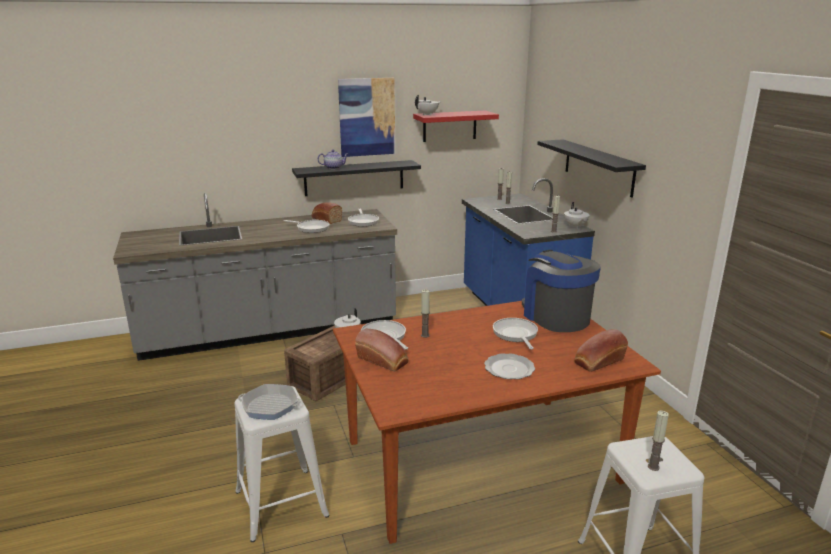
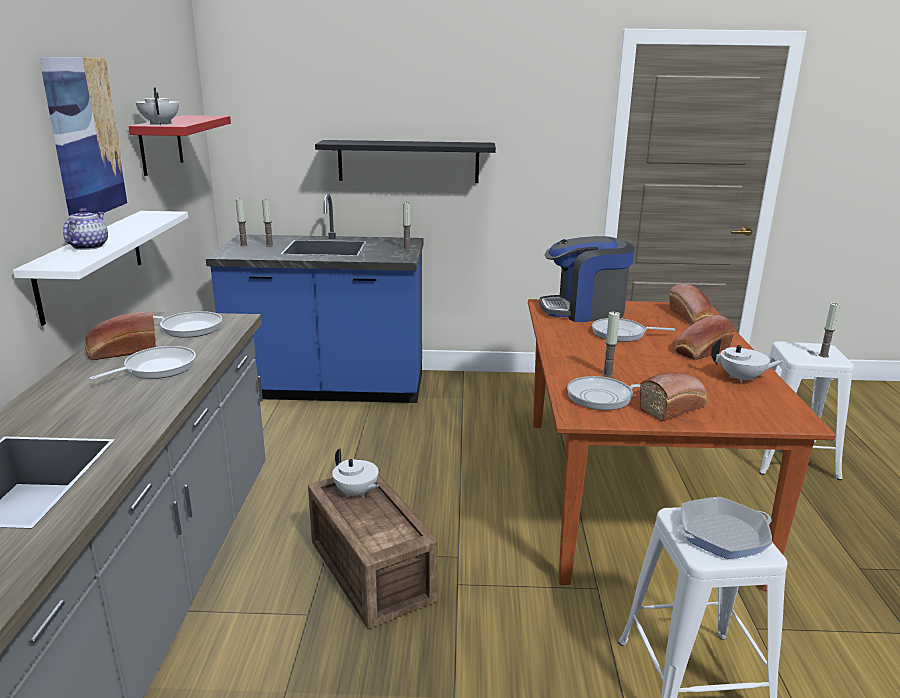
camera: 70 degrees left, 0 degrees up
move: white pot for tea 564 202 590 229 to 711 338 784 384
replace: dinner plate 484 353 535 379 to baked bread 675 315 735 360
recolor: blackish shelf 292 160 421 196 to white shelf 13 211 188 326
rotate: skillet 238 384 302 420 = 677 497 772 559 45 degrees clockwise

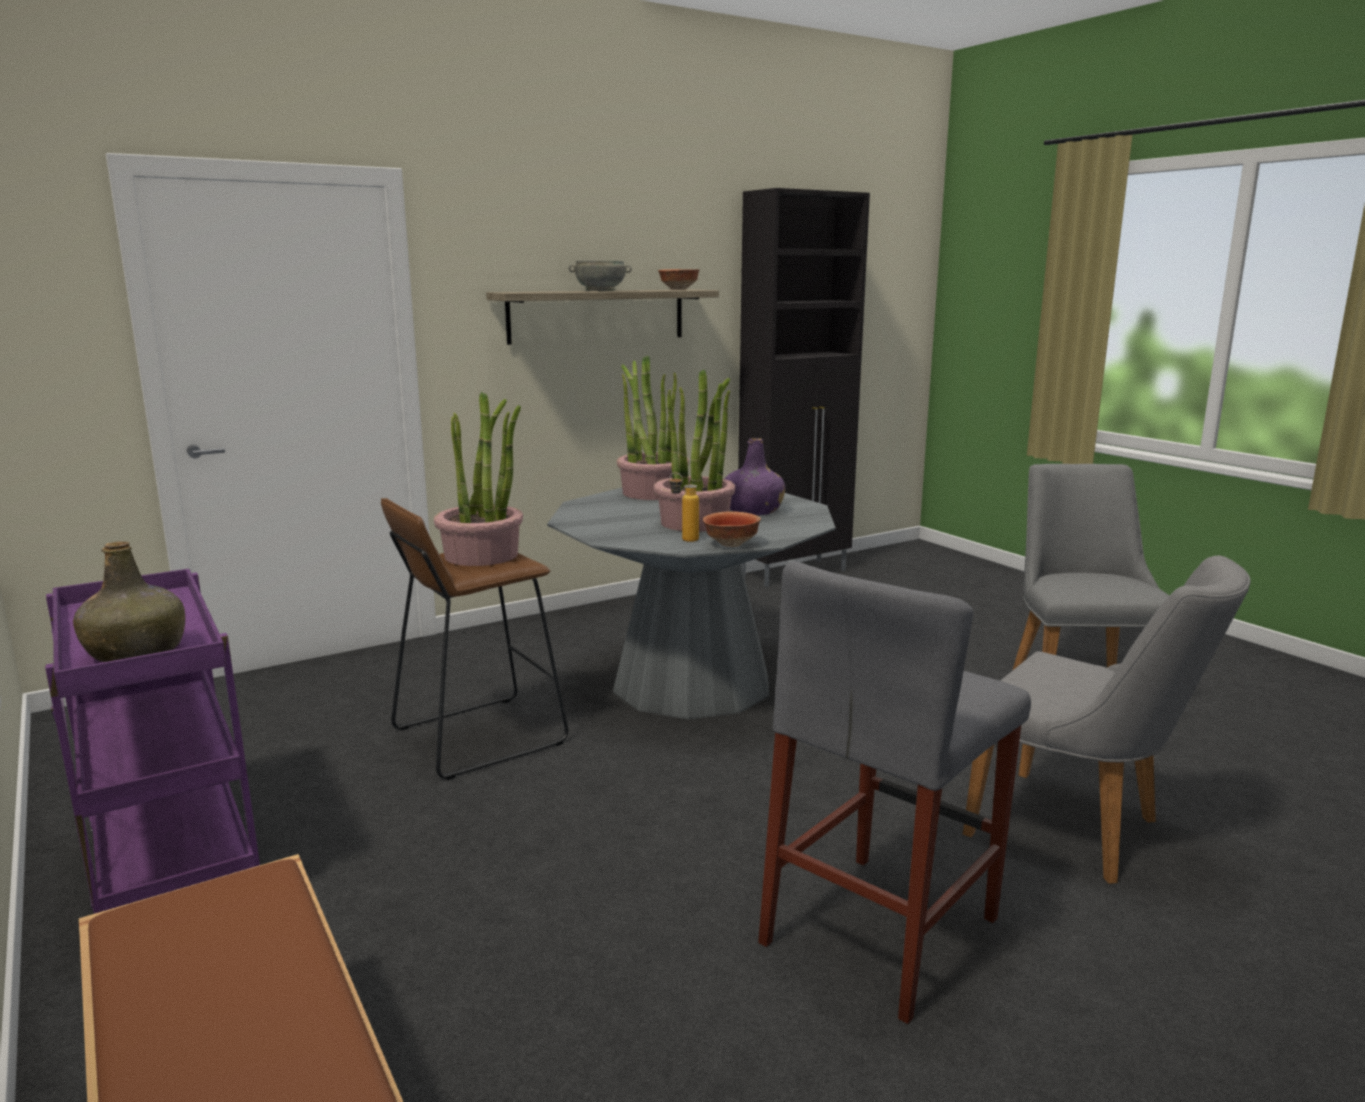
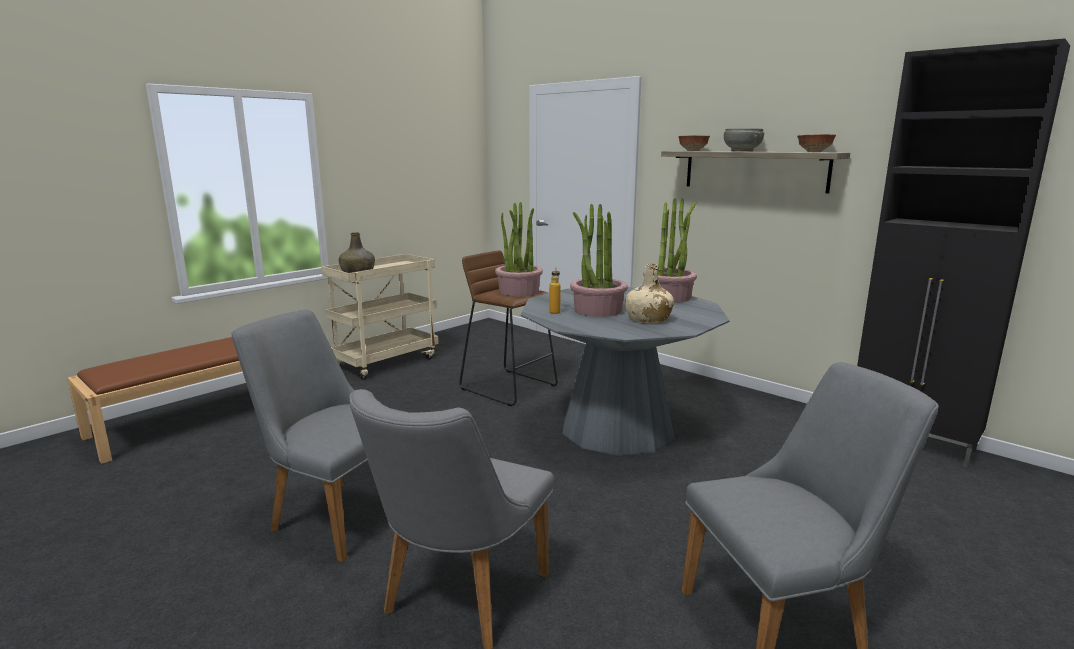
camera: 75 degrees right, 0 degrees up
move: serving bowl 703 511 761 547 to 678 135 710 151
replace: gray stool 758 561 1031 1024 to gray upright chair 231 310 409 563
recolor: purple cart 45 569 260 914 to beige cart 321 254 439 380; purple drink bottle 725 438 785 515 to beige drink bottle 625 264 674 323

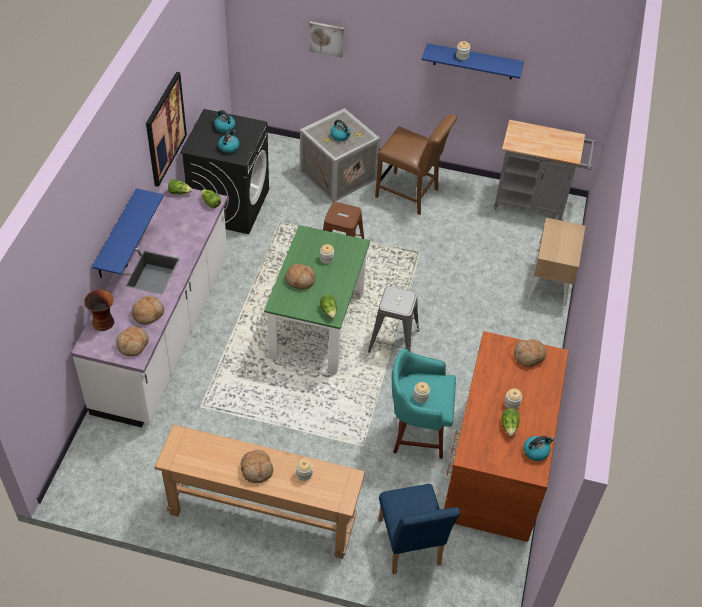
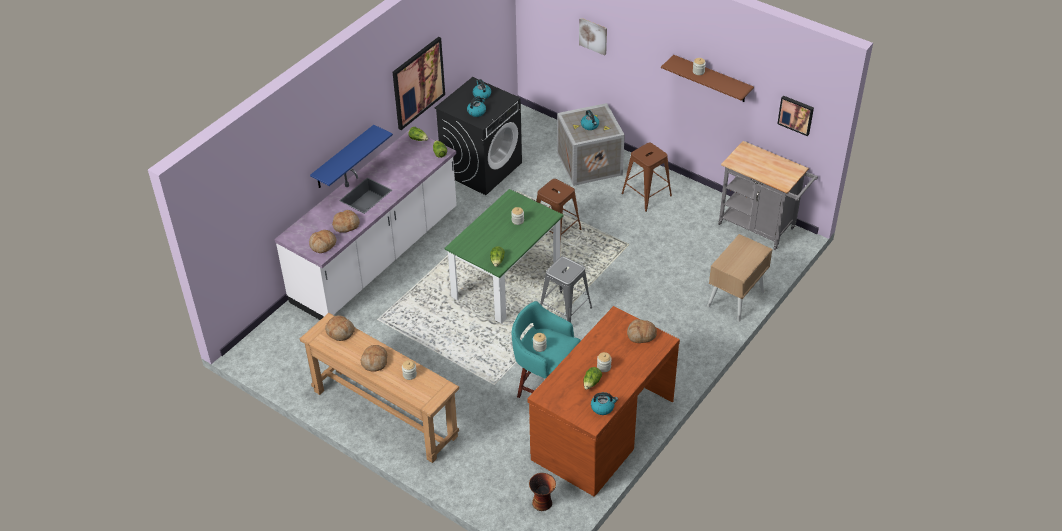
camera: 25 degrees right, 5 degrees down
delete: blue upright chair 378 484 460 574
insert: wall picture 777 95 814 136
move: baked bread 285 263 316 290 to 325 315 355 341; flower vase 84 289 114 331 to 529 473 556 511
replace: brown upright chair 375 114 457 215 to brown stool 622 143 672 212
recolor: blue shelf 422 43 524 79 to brown shelf 661 55 754 102

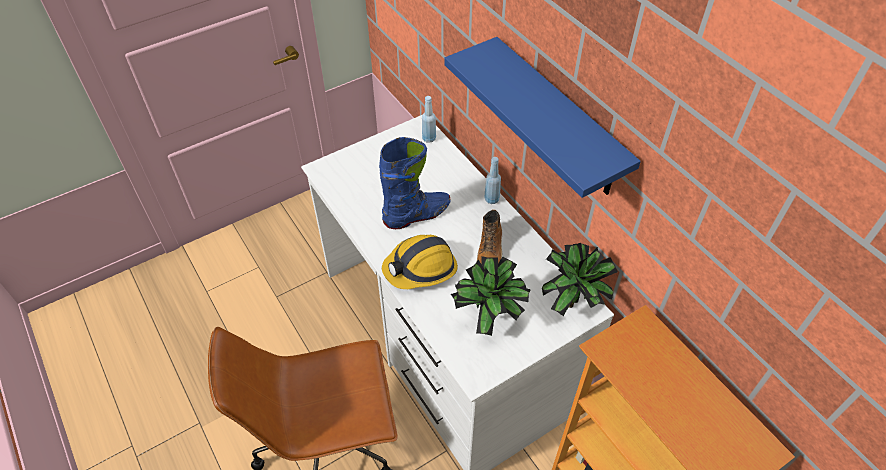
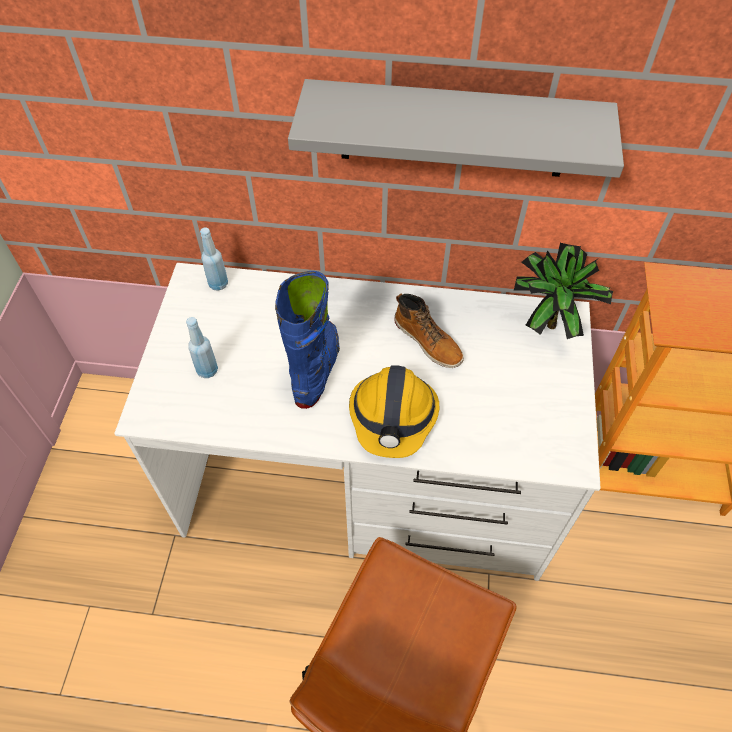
camera: 50 degrees left, 5 degrees up
delete: potted plant 451 256 531 336
move: blue drink bottle 484 157 501 204 to 186 317 218 378
recolor: blue shelf 445 37 641 198 to gray shelf 288 79 624 178

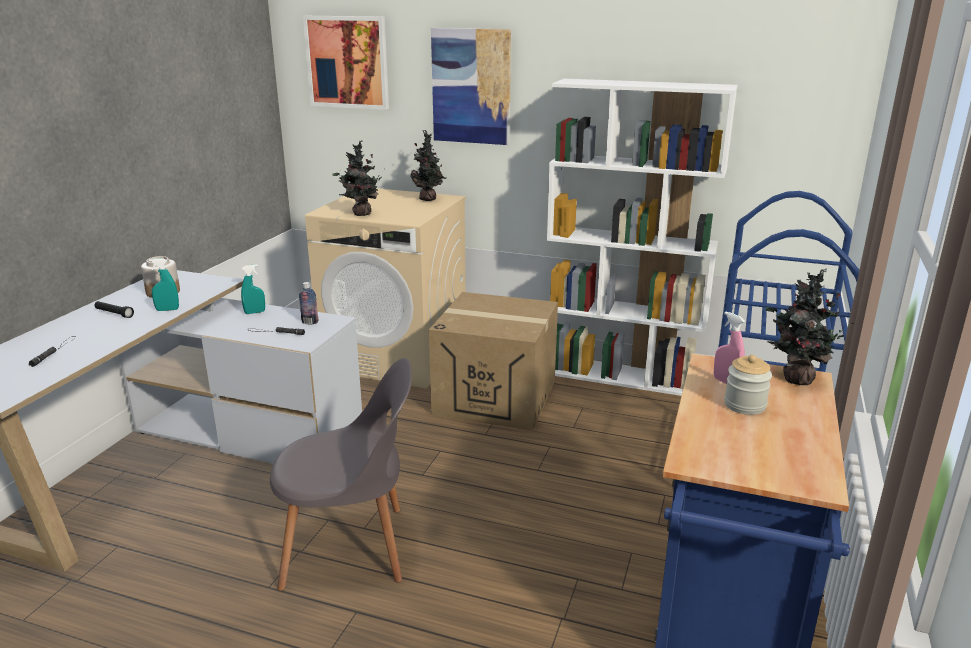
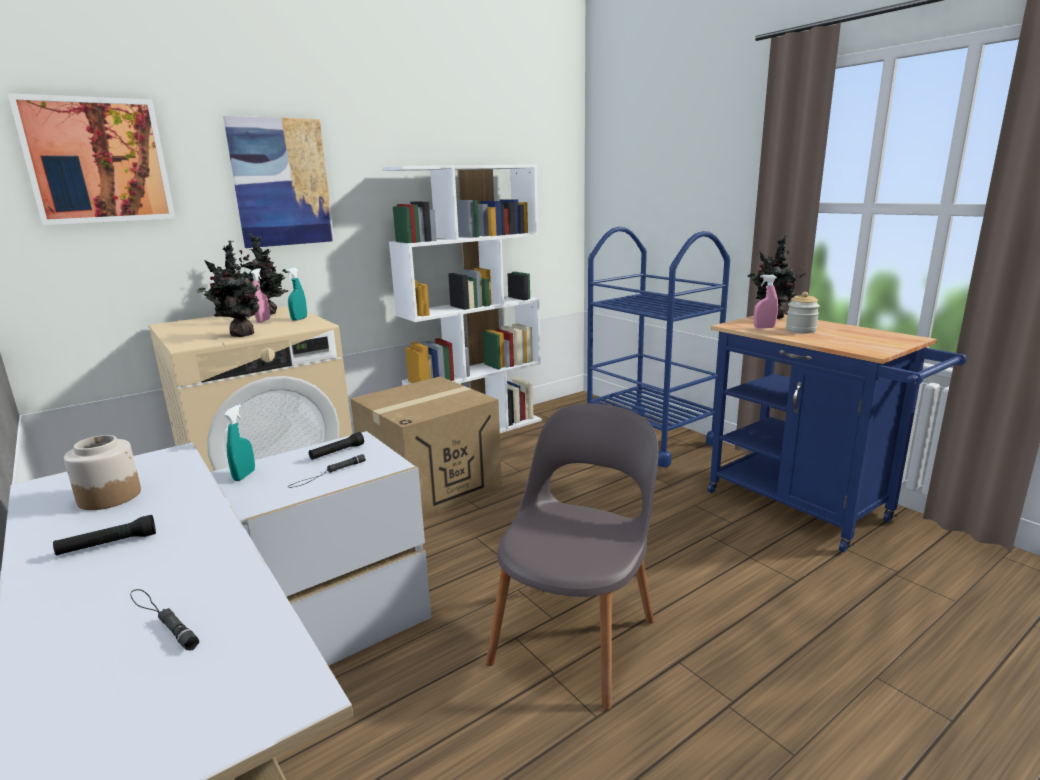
camera: 55 degrees left, 5 degrees down
insert: pink-coloured sprayer 251 268 270 323
move: blue-green sprayer 149 258 179 311 to 286 267 307 321
replace: drink bottle 299 282 318 324 to blackish hand torch 309 432 364 460

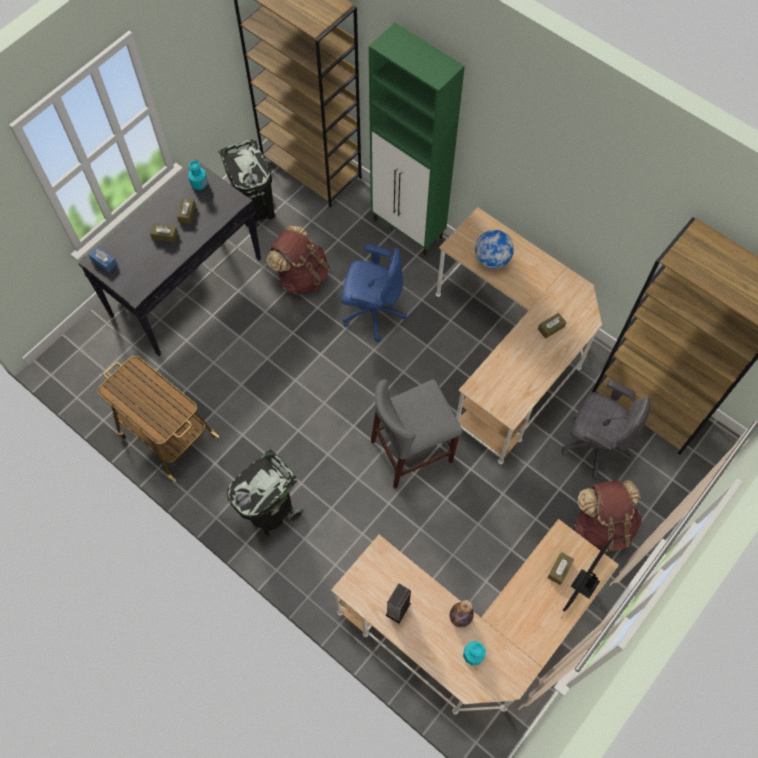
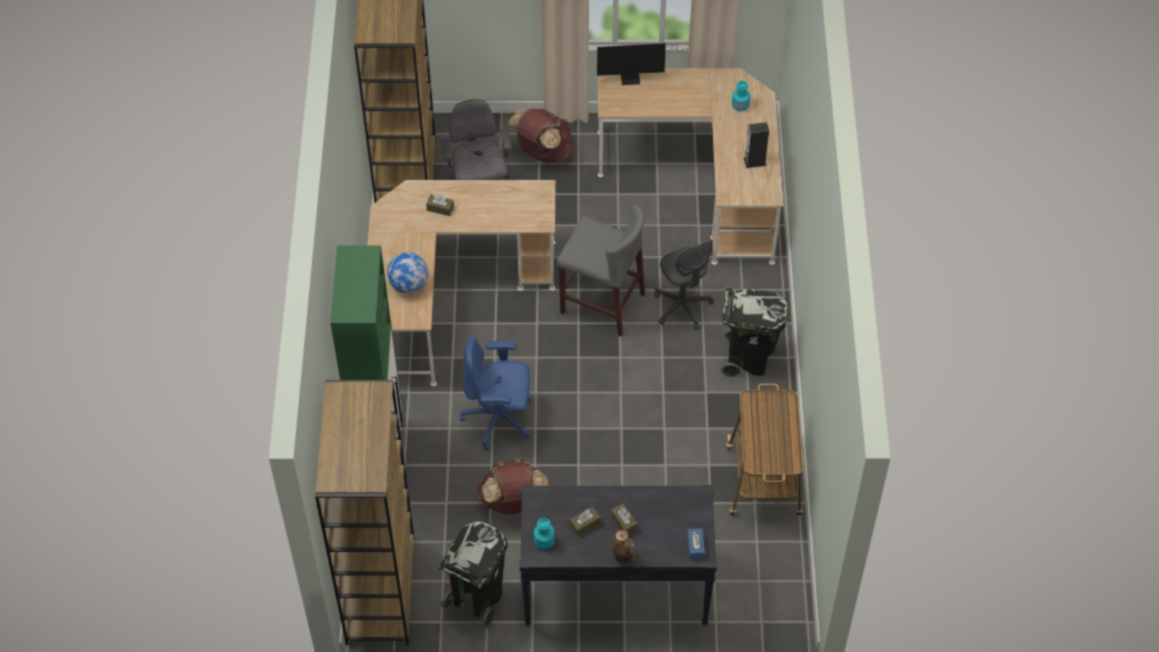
camera: 130 degrees left, 10 degrees down
delete: brown tissue holder 547 552 574 585
insert: gray desk chair 654 240 714 330
move: drink bottle 450 600 474 628 to 613 530 636 564
rotate: blue desk chair 342 244 407 342 = 460 336 531 450 60 degrees counterclockwise

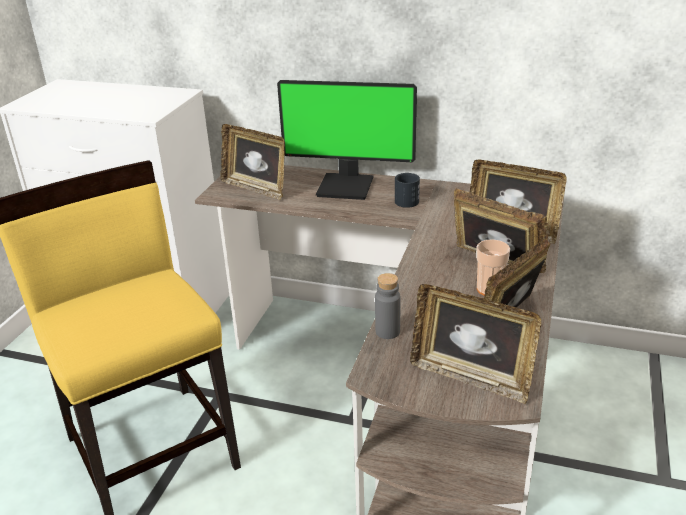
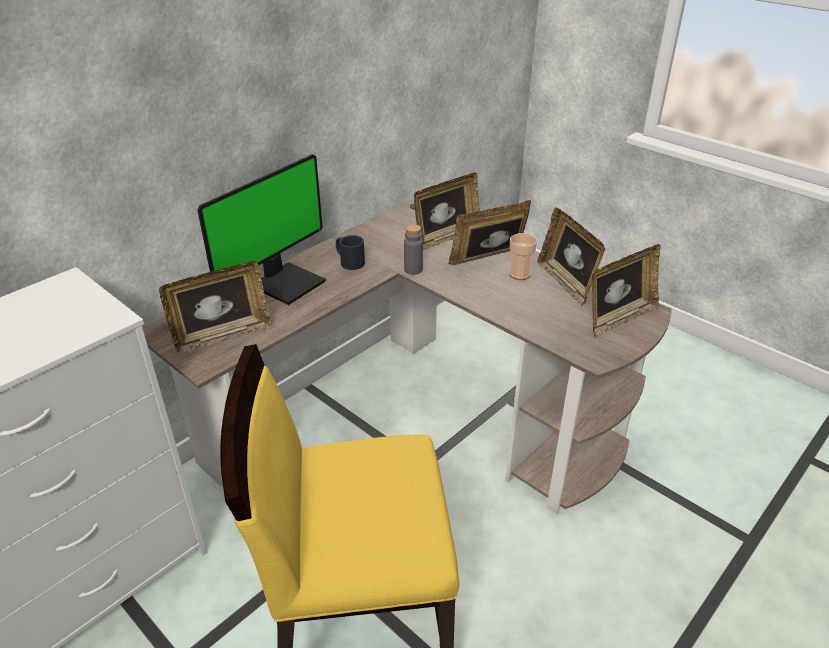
camera: 65 degrees left, 5 degrees up
move: gray drink bottle 375 273 400 339 to 404 224 423 275

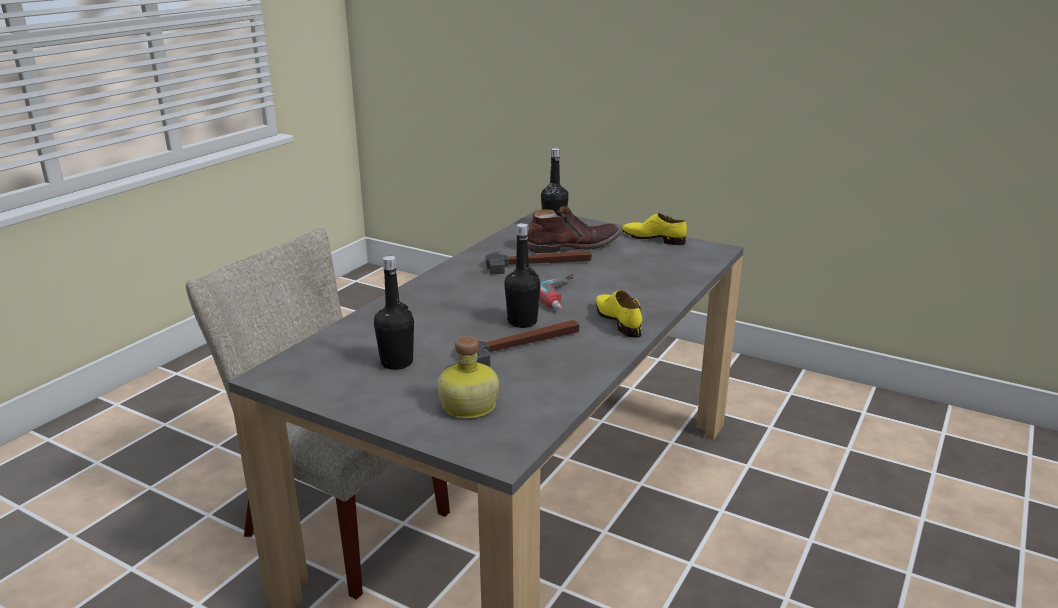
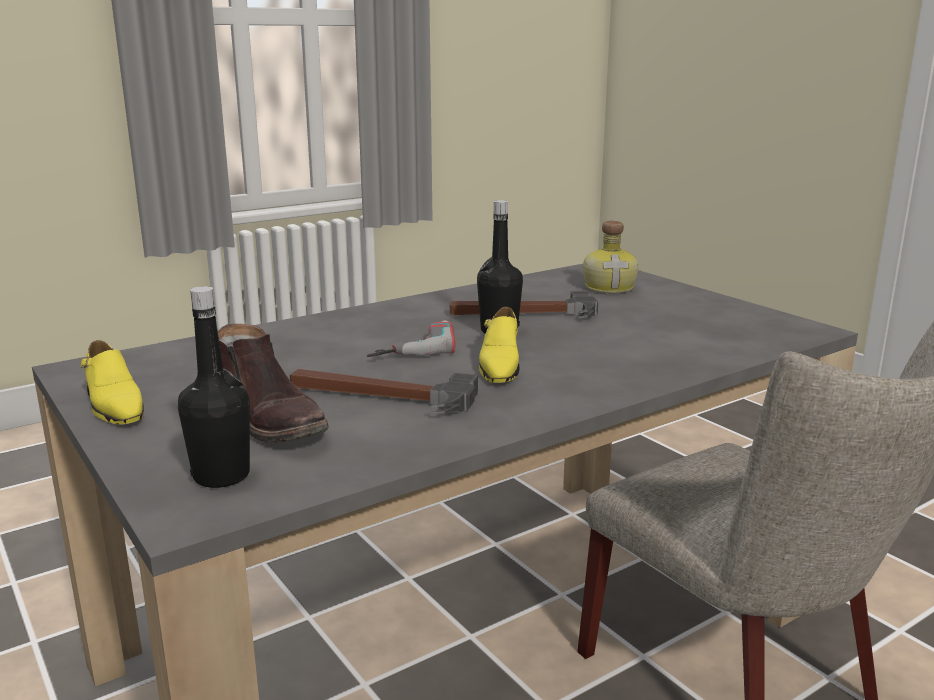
camera: 155 degrees left, 5 degrees down
delete: blackish drink bottle 374 256 414 370
move: yellowish low shoe 596 290 642 338 to 479 307 519 383
rotate: brown boot 528 206 621 253 = 218 324 329 443 135 degrees counterclockwise

